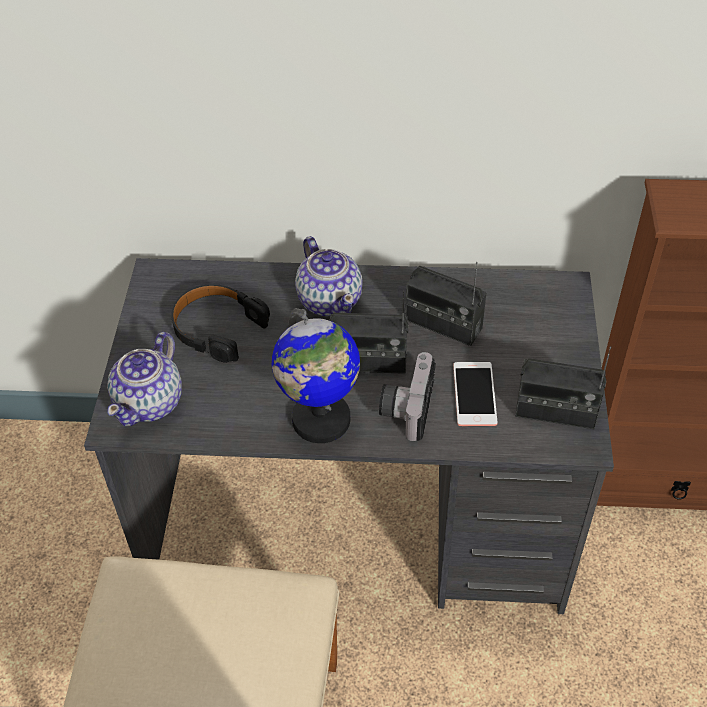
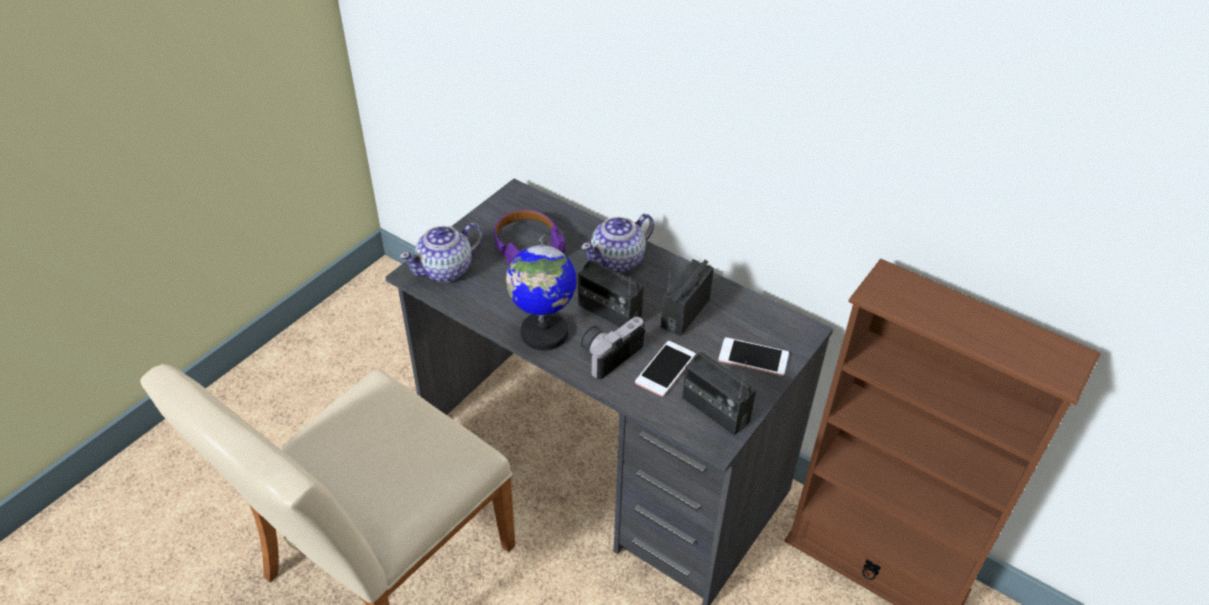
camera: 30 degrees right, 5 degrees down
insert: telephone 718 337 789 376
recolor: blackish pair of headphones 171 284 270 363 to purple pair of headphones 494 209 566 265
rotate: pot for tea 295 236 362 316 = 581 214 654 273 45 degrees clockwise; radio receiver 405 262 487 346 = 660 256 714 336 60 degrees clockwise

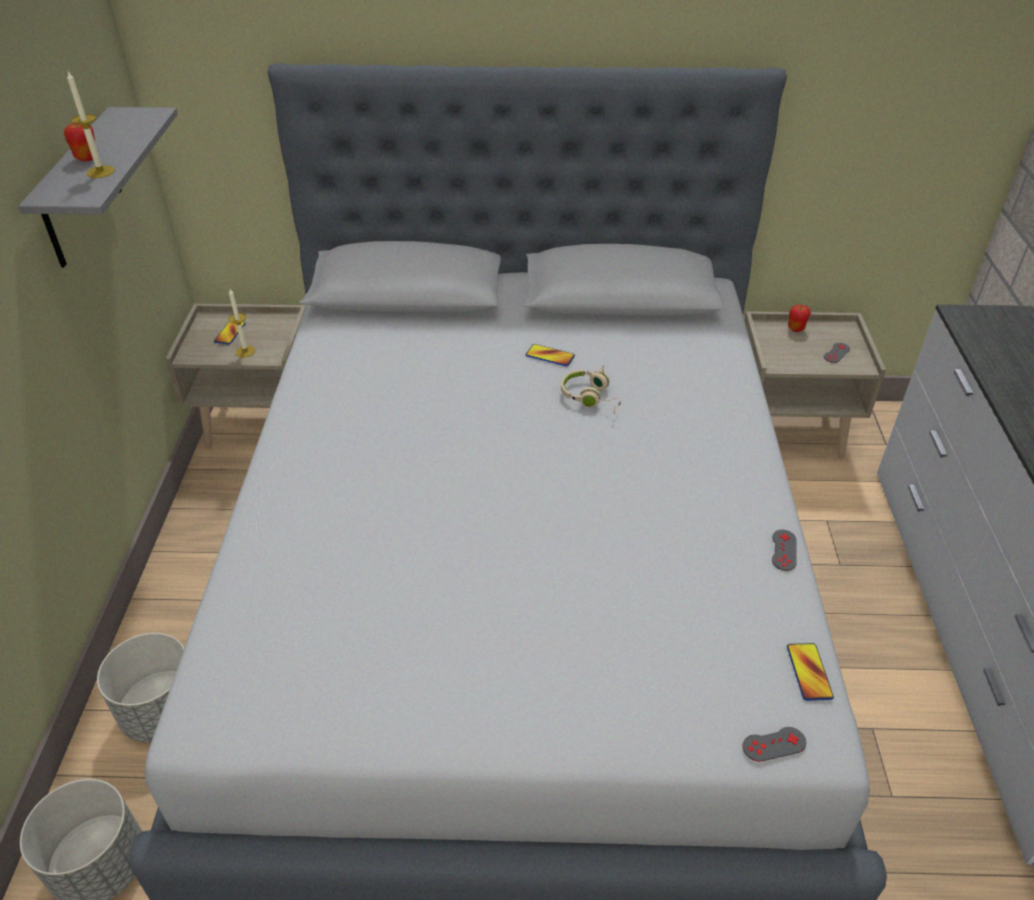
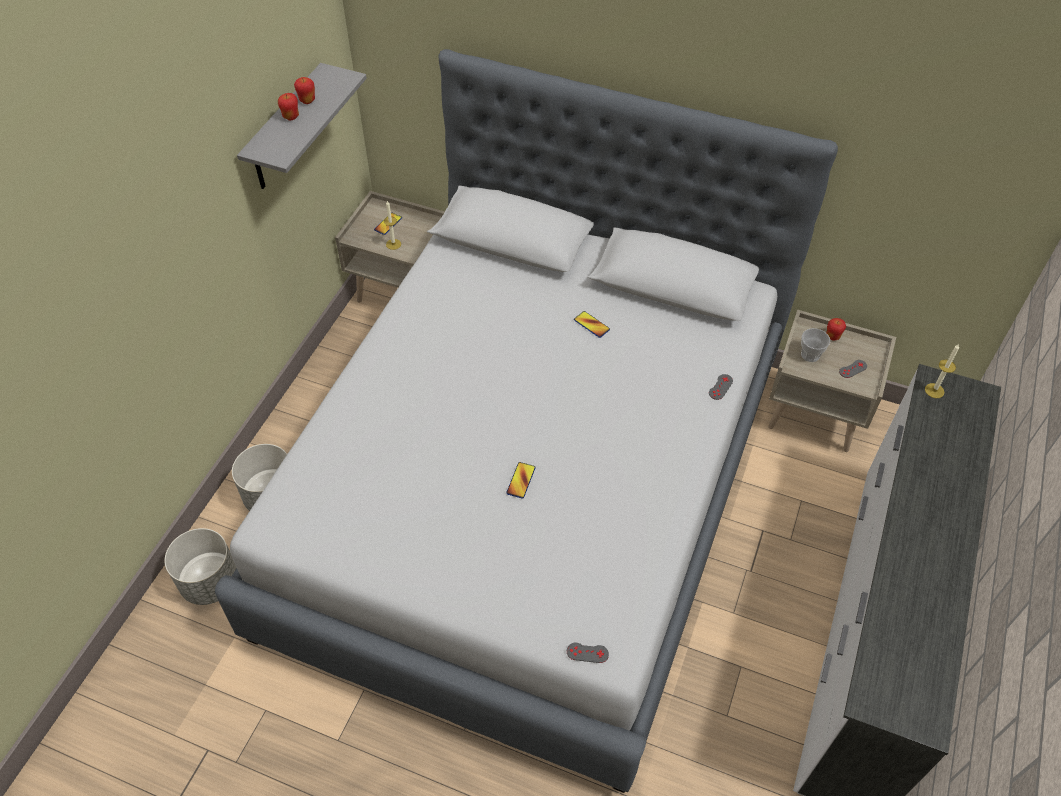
camera: 20 degrees right, 10 degrees up
delete: beige pair of headphones 561 365 621 414
insert: apple 294 77 315 104; cup 801 328 830 362
move: telephone 787 643 834 701 to 506 462 536 499; gray gamepad 772 530 797 571 to 709 374 733 400; wax candle 67 71 115 178 to 925 344 959 398

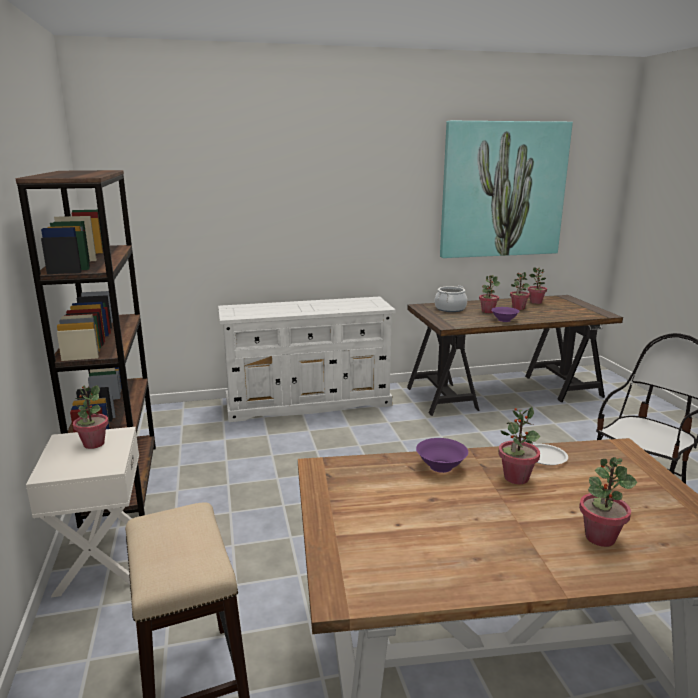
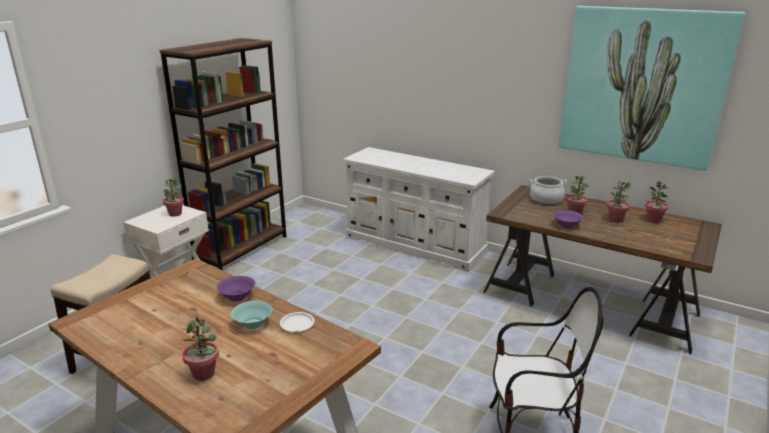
camera: 45 degrees right, 5 degrees up
replace: potted plant 498 407 540 484 to blue-green serving bowl 231 301 272 329

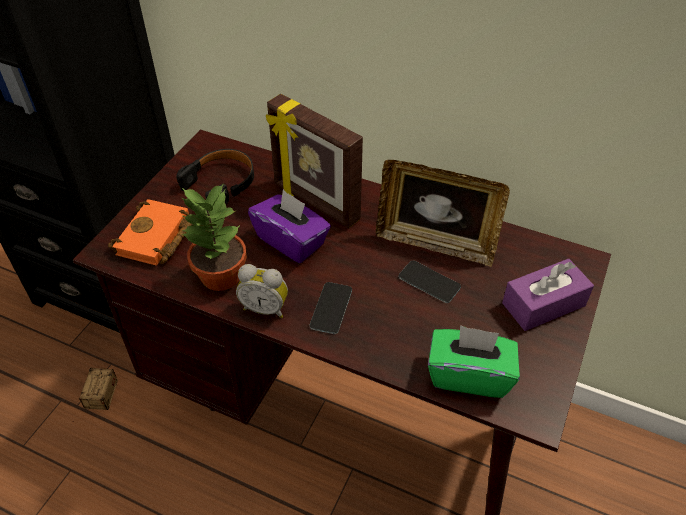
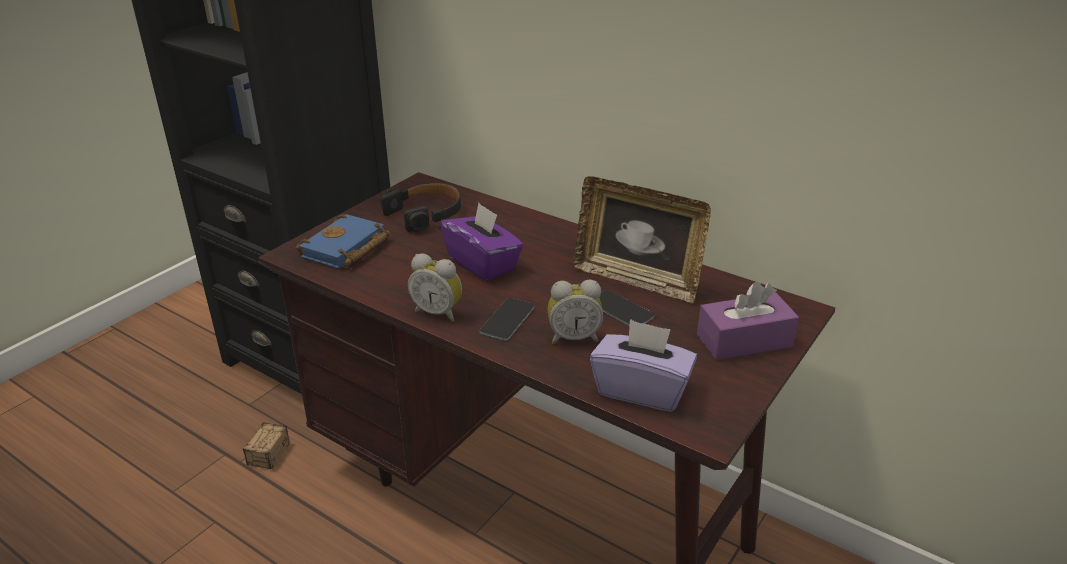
camera: 10 degrees right, 15 degrees down
delete: potted plant 181 184 247 291; picture frame 266 94 363 228
insert: table clock 548 280 604 344
recolor: orangey book 108 199 192 266 to blue book 295 214 390 268; greenish tissue holder 428 325 520 398 to purple tissue holder 590 319 697 412

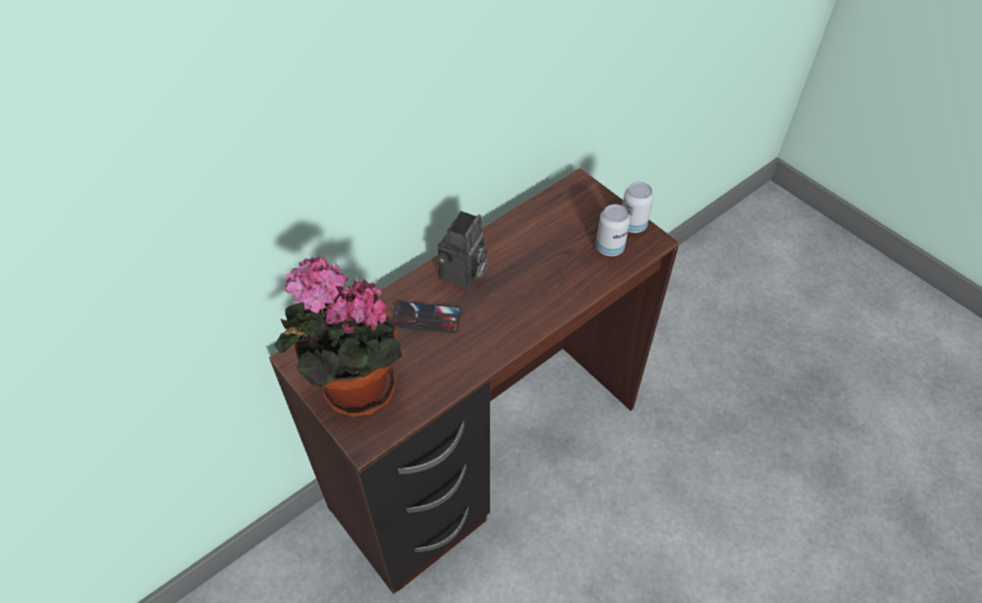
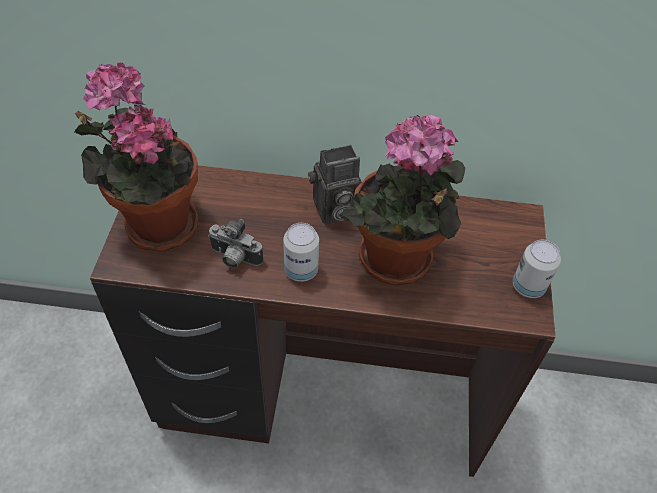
camera: 45 degrees right, 0 degrees up
delete: telephone 392 301 461 333
insert: still camera 208 219 263 268; potted plant 341 115 465 285
move: can 596 204 630 256 to 283 223 319 282

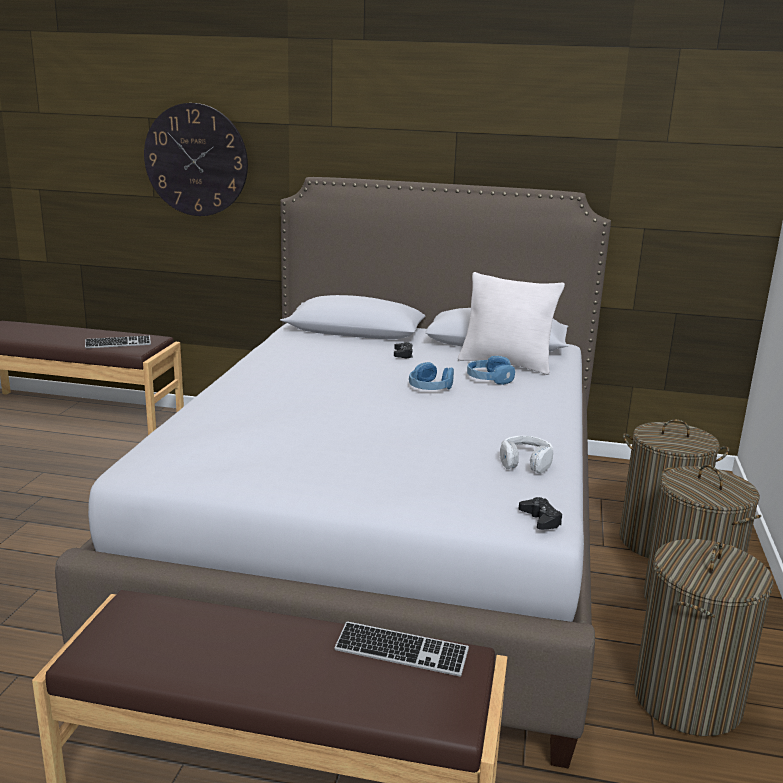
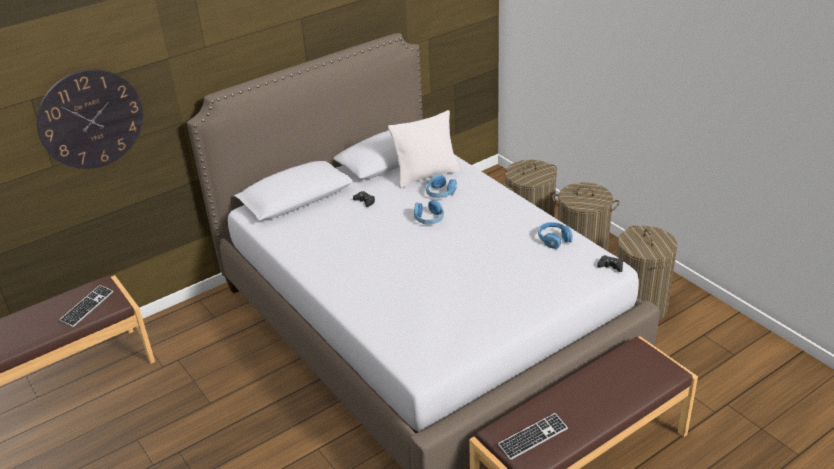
camera: 45 degrees left, 15 degrees up
move: computer keyboard 334 621 469 677 to 498 413 568 460
recolor: white pair of headphones 500 436 553 474 to blue pair of headphones 538 222 573 249

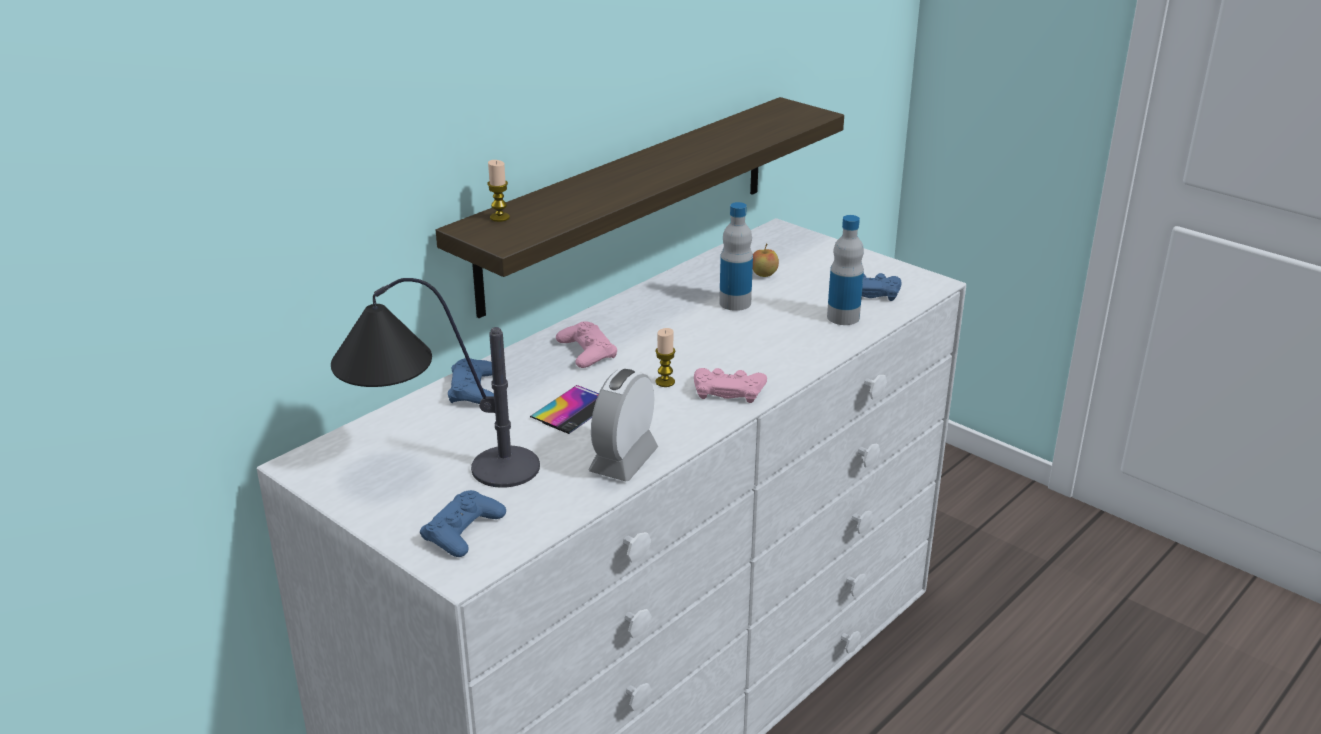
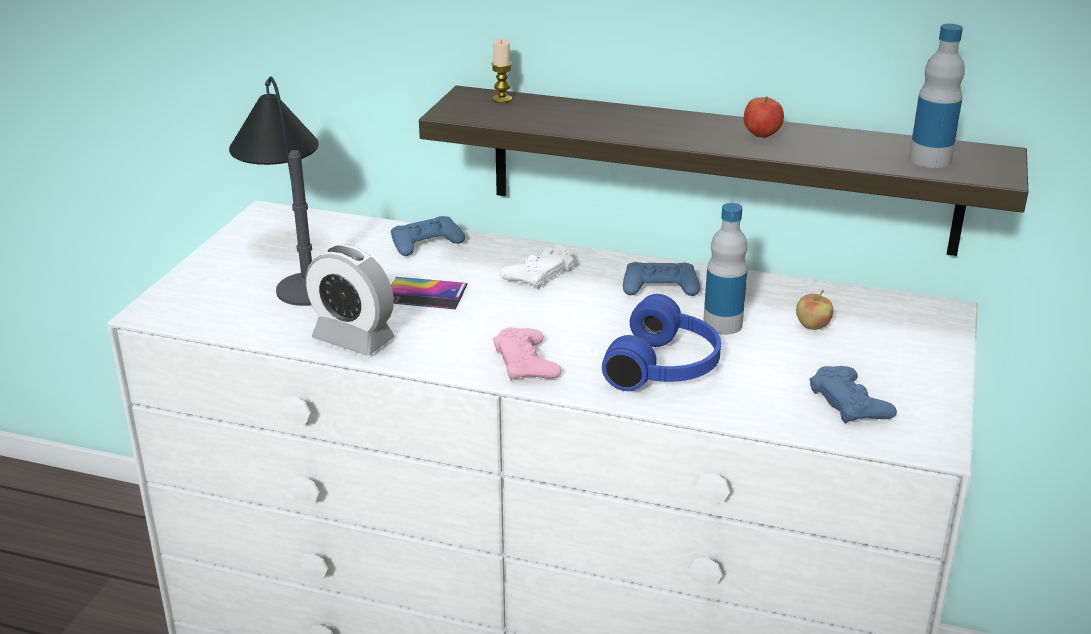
camera: 65 degrees right, 0 degrees up
delete: wax candle 655 328 675 387
insert: blue pair of headphones 602 294 721 391; apple 744 97 784 138
move: blue gamepad 420 490 506 557 to 623 262 700 296; drink bottle 827 215 864 325 to 909 24 965 168
recolor: pink-coloured gamepad 556 321 617 368 to white gamepad 499 246 575 289
rotate: table clock 588 369 658 481 = 306 245 395 356 150 degrees counterclockwise

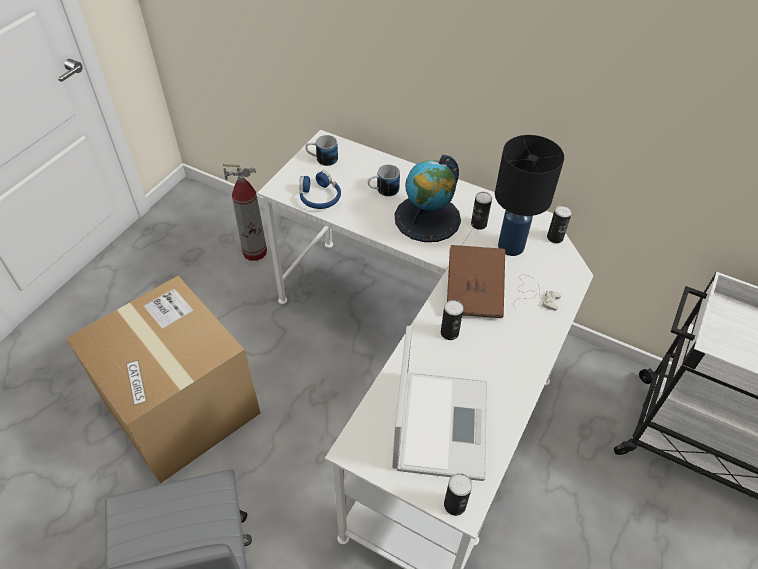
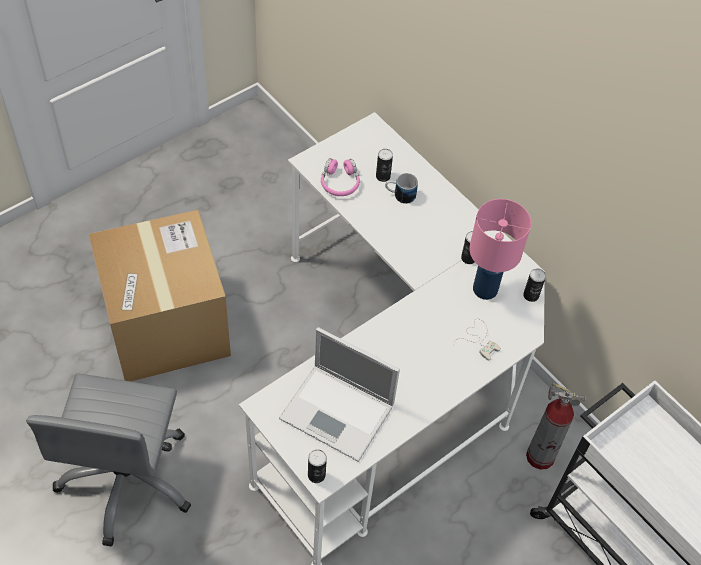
camera: 20 degrees right, 5 degrees up
delete: tea mug 305 135 338 166; desk globe 394 155 461 242; brown book 447 245 505 318
move: can 441 300 464 340 to 376 149 393 182; fire extinguisher 223 164 267 261 to 526 383 586 470
recolor: blue pair of headphones 299 170 341 209 to pink-coloured pair of headphones 321 158 360 196; blackish table lamp 495 135 564 256 to pink-coloured table lamp 469 199 531 300
rotate: portable computer 392 326 487 481 = 279 327 400 462 90 degrees clockwise

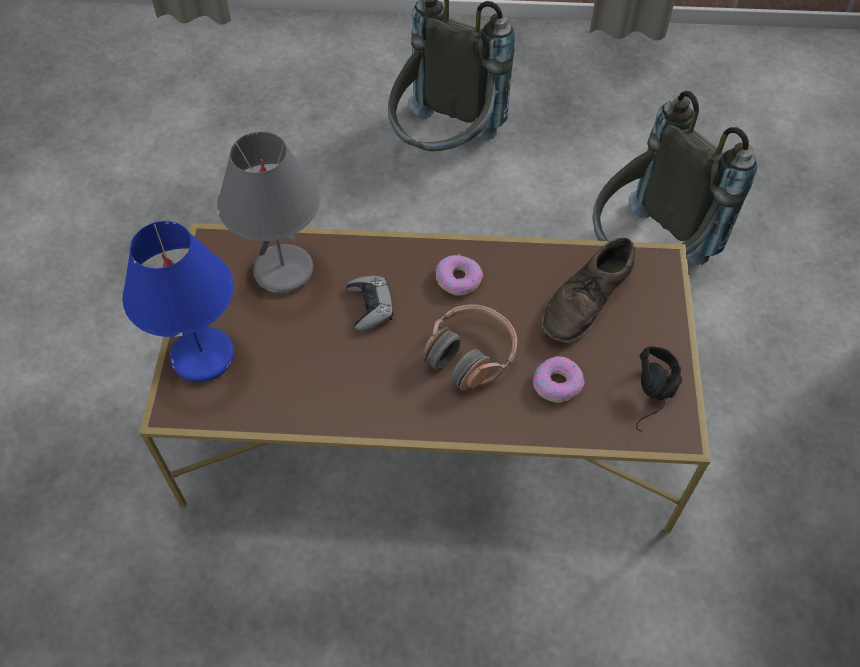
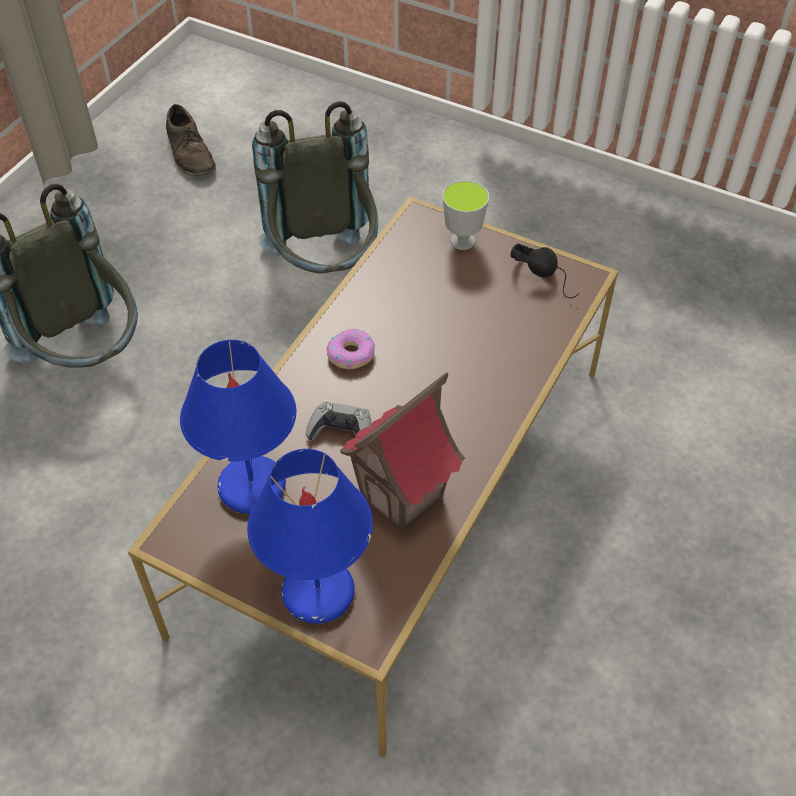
camera: 65 degrees left, 5 degrees down
delete: pair of headphones 424 304 517 391; donut 533 356 585 403
insert: miniature house 339 373 466 531; cup 442 180 489 250
move: brown low shoe 542 238 635 343 to 166 104 216 176
recolor: gray table lamp 217 131 320 294 to blue table lamp 180 340 297 514

